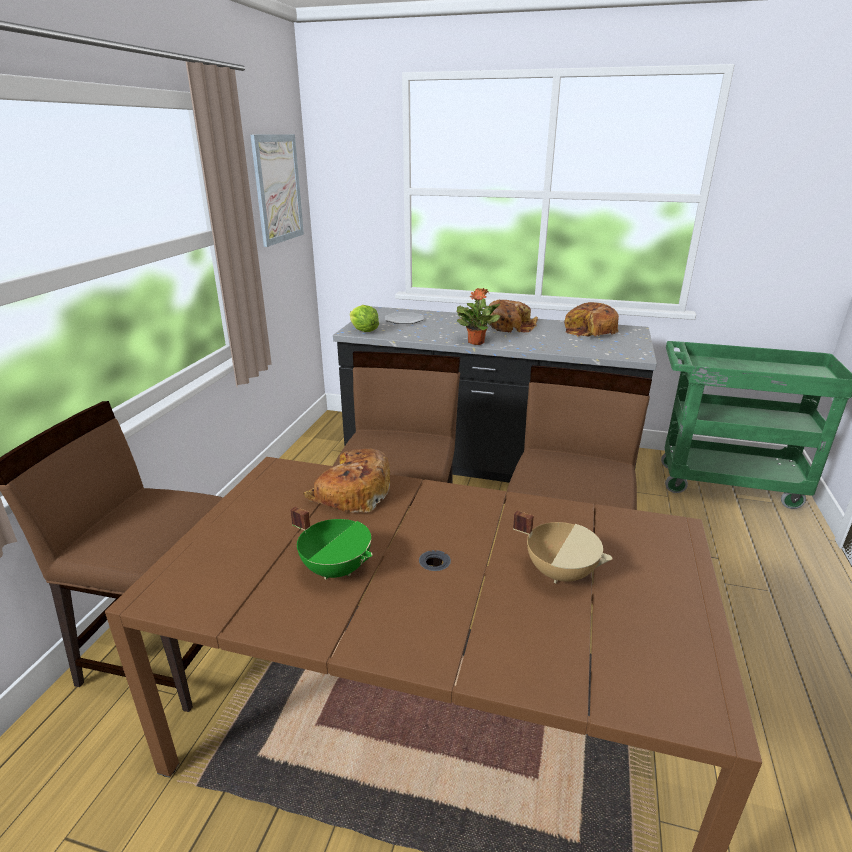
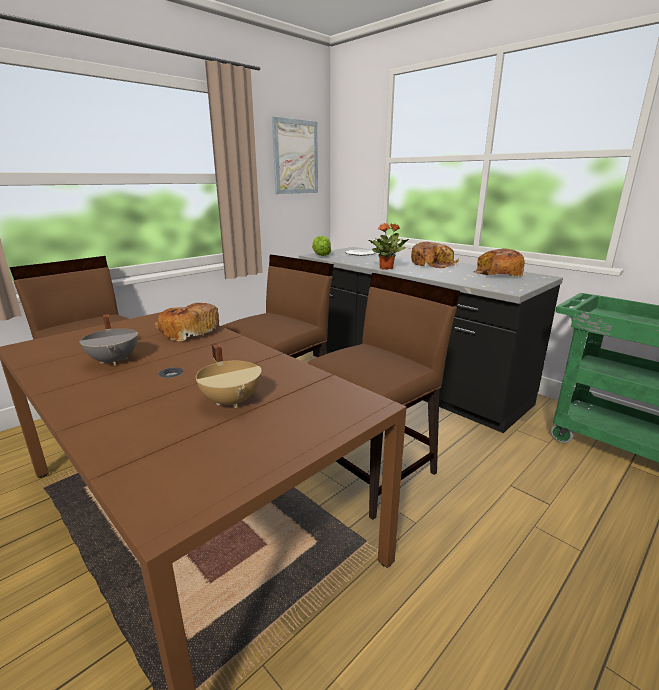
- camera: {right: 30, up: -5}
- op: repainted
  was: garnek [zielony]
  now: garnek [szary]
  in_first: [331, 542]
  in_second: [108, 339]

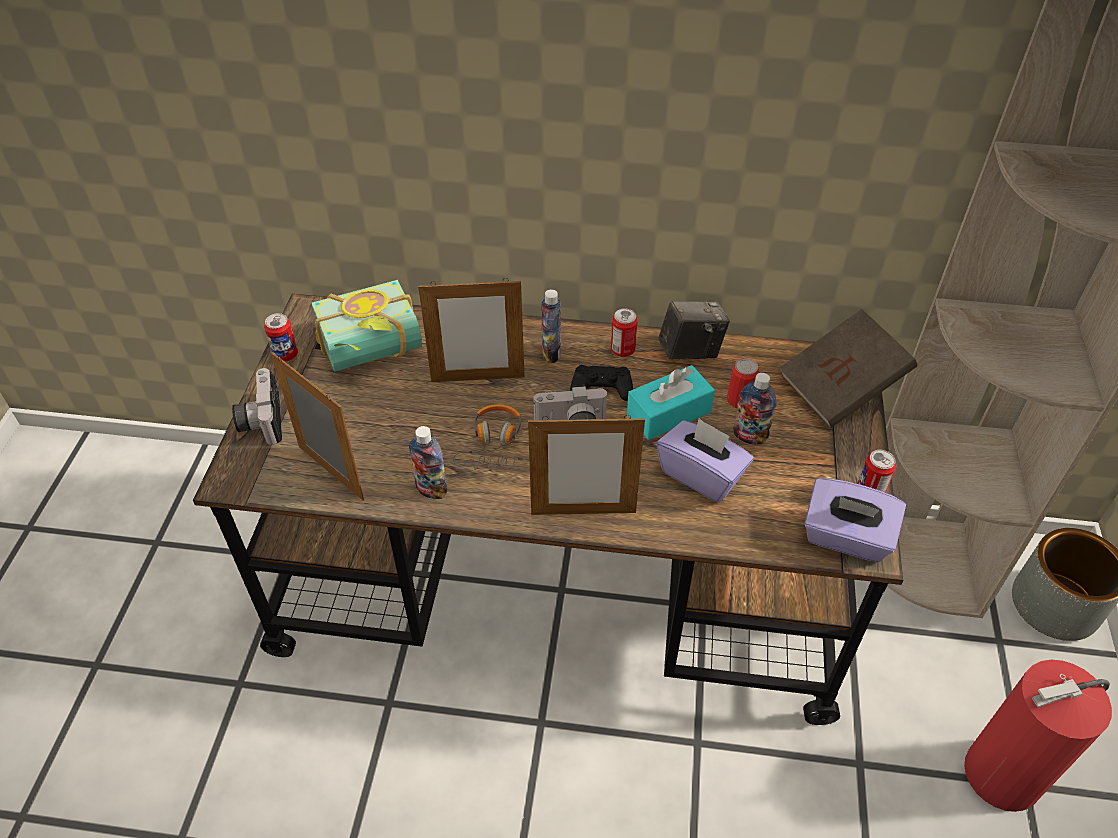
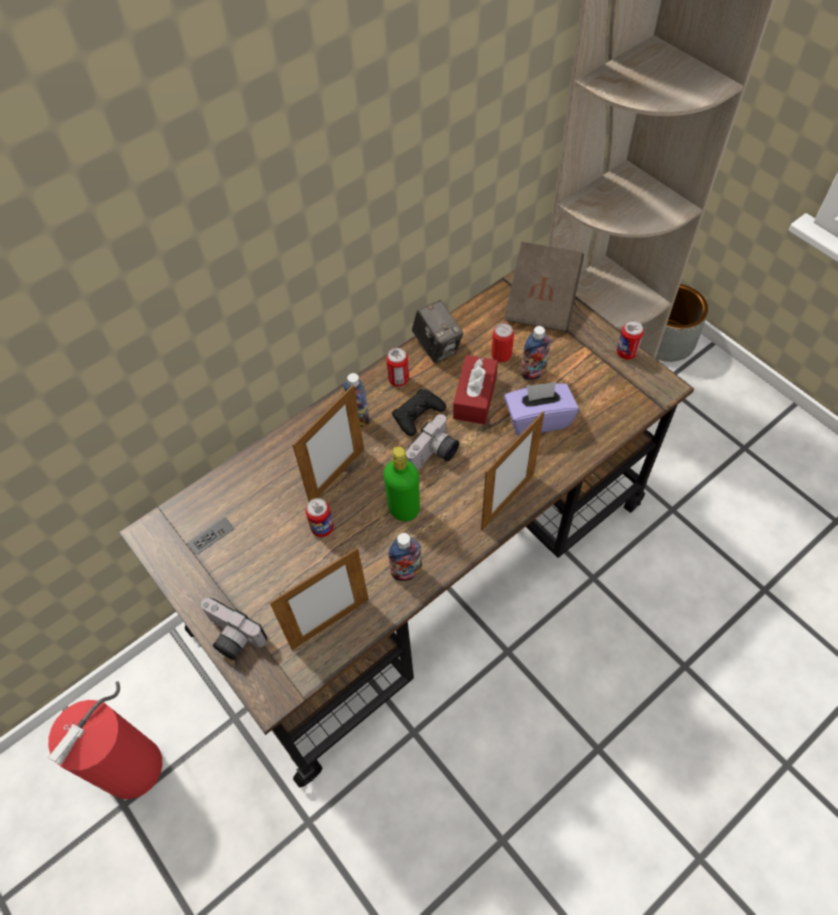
- camera: {right: -45, up: 10}
- op: gone
  was: książka
  in_first: [367, 326]
- op: gone
  was: pudełko chusteczek [fioletowy]
  in_first: [855, 520]
- op: shifted
  was: puszka
  in_first: [281, 337]
  in_second: [319, 517]
- op: shifted
  was: gaśnica
  in_first: [1038, 735]
  in_second: [105, 740]
- op: swapped
  was: słuchawki
  now: butelka [zielony]
  in_first: [489, 437]
  in_second: [401, 483]
- op: repainted
  was: pudełko chusteczek [turkusowy]
  now: pudełko chusteczek [czerwony]
  in_first: [671, 402]
  in_second: [475, 389]
- op: rotated
  was: ramka na zdjęcie
  in_first: [317, 426]
  in_second: [319, 598]
  clockwise: 150
- op: rotated
  was: aparat fotograficzny
  in_first: [694, 330]
  in_second: [437, 331]
  clockwise: 120

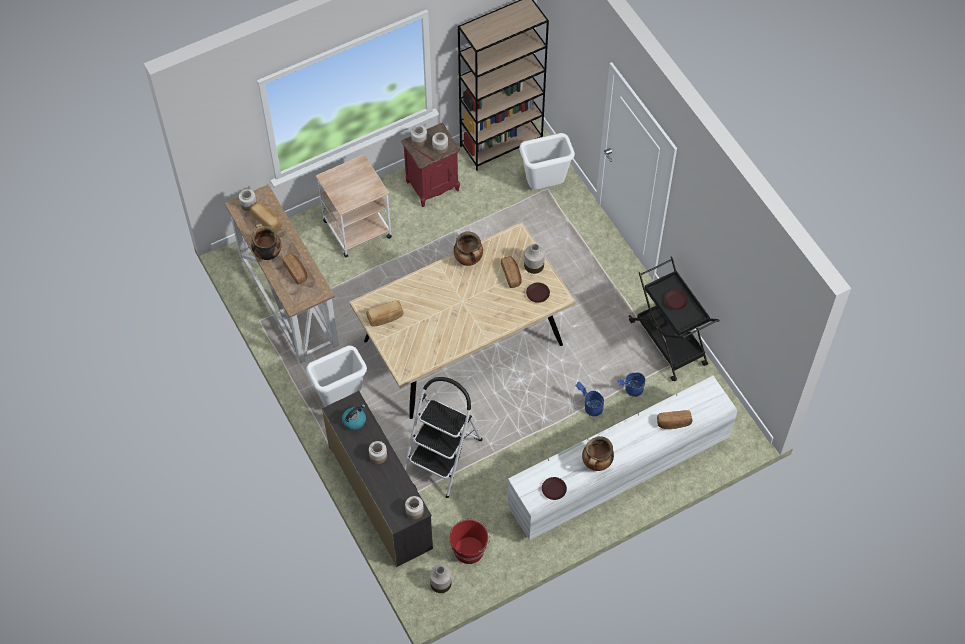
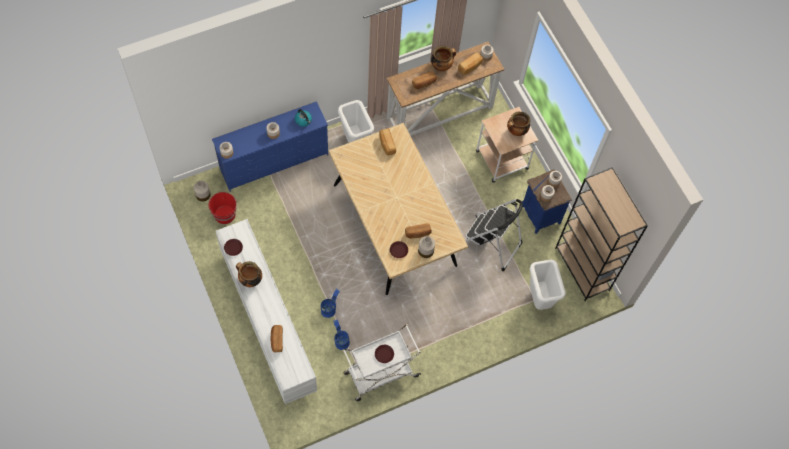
- camera: {right: 90, up: 5}
- op: shifted
  was: drabinka
  in_first: [443, 437]
  in_second: [494, 235]
- op: shifted
  was: garnek
  in_first: [468, 249]
  in_second: [518, 123]
- op: repainted
  was: komoda [czarny]
  now: komoda [niebieski]
  in_first: [377, 479]
  in_second: [270, 146]
- op: repainted
  was: szafka nocna [czerwony]
  now: szafka nocna [niebieski]
  in_first: [430, 165]
  in_second: [547, 201]
- op: repainted
  was: wózek [czarny]
  now: wózek [biały]
  in_first: [674, 318]
  in_second: [382, 362]

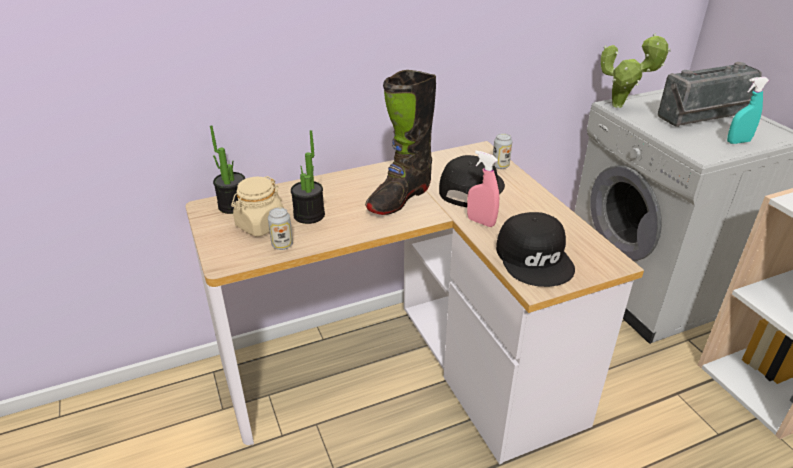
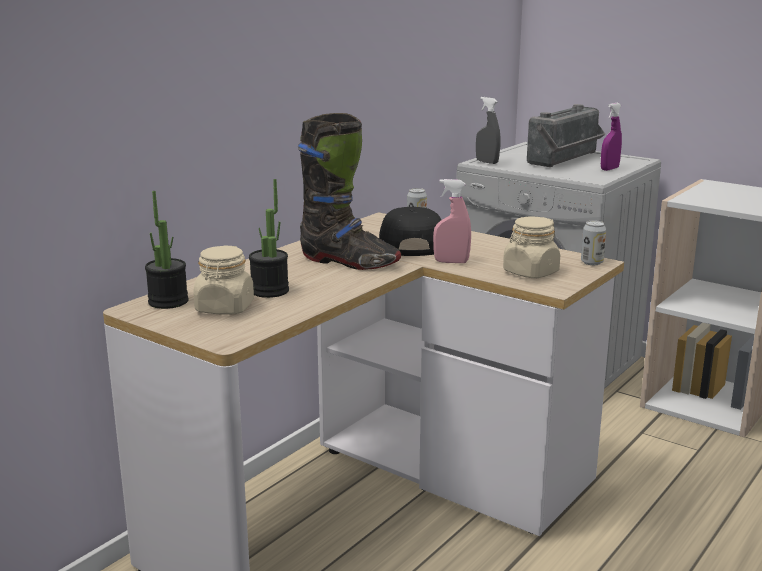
- camera: {right: -30, up: -15}
- op: shifted
  was: puszka
  in_first: [280, 228]
  in_second: [594, 242]
- op: swapped
  was: czapka z daszkiem [czarny]
  now: słoik [beżowy]
  in_first: [535, 249]
  in_second: [531, 247]
- op: swapped
  was: roślina doniczkowa
  now: spryskiwacz [szary]
  in_first: [636, 70]
  in_second: [488, 130]
- op: repainted
  was: spryskiwacz [turkusowy]
  now: spryskiwacz [fioletowy]
  in_first: [748, 110]
  in_second: [611, 137]
- op: rotated
  was: but z cholewką [czarny]
  in_first: [400, 142]
  in_second: [349, 191]
  clockwise: -75

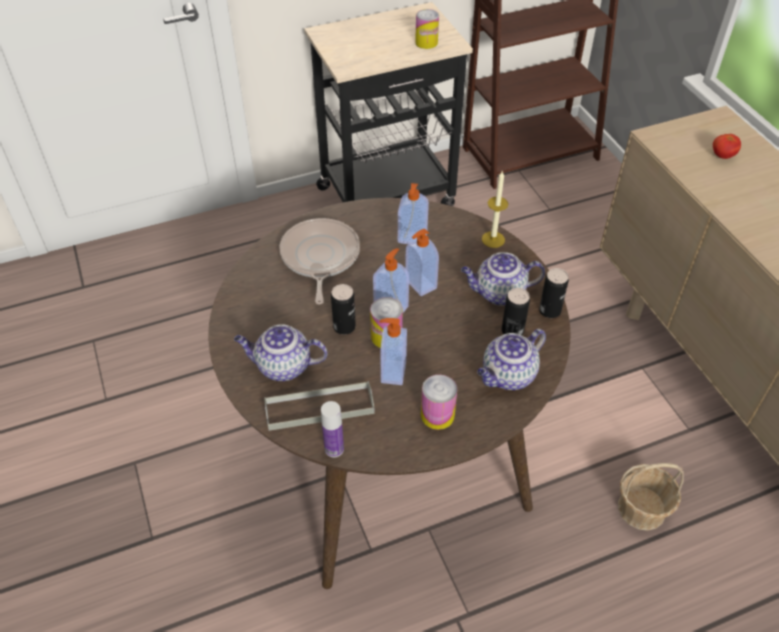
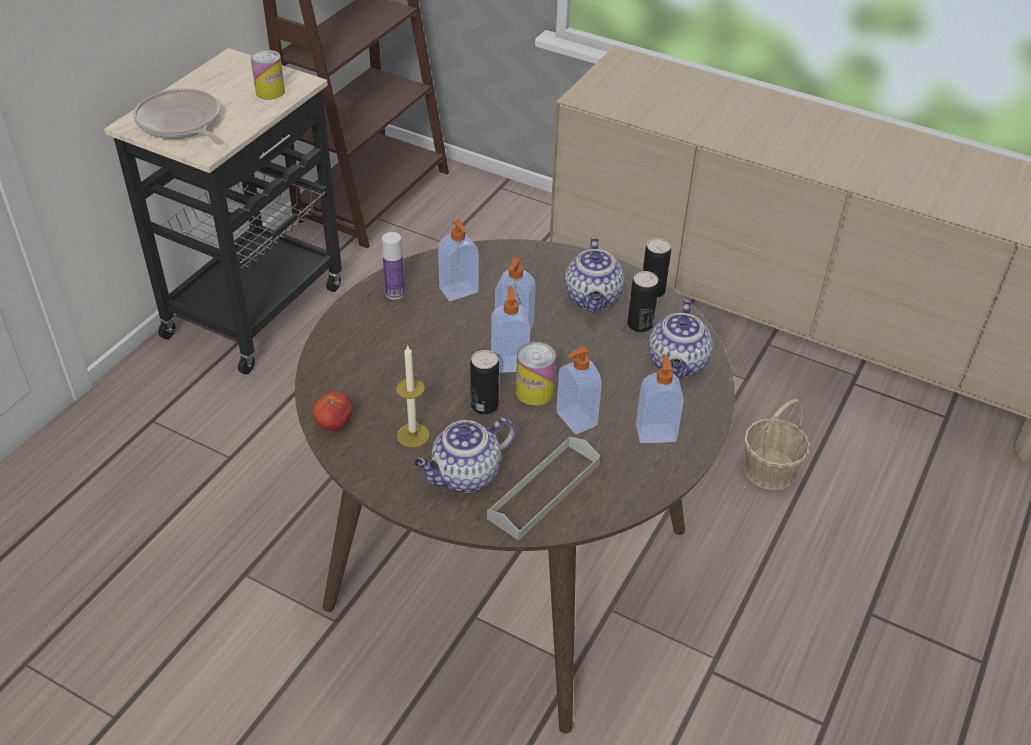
- camera: {right: -40, up: -5}
- op: shifted
  was: patelnia
  in_first: [319, 261]
  in_second: [179, 117]
- op: shifted
  was: butelka
  in_first: [332, 429]
  in_second: [393, 266]
- op: shifted
  was: świeca
  in_first: [495, 209]
  in_second: [413, 397]
- op: shifted
  was: pomidor
  in_first: [727, 146]
  in_second: [332, 411]
- op: swapped
  was: puszka
  now: dozownik mydła
  in_first: [439, 402]
  in_second: [660, 398]
- op: rotated
  was: imbryk
  in_first: [503, 279]
  in_second: [595, 275]
  clockwise: -45

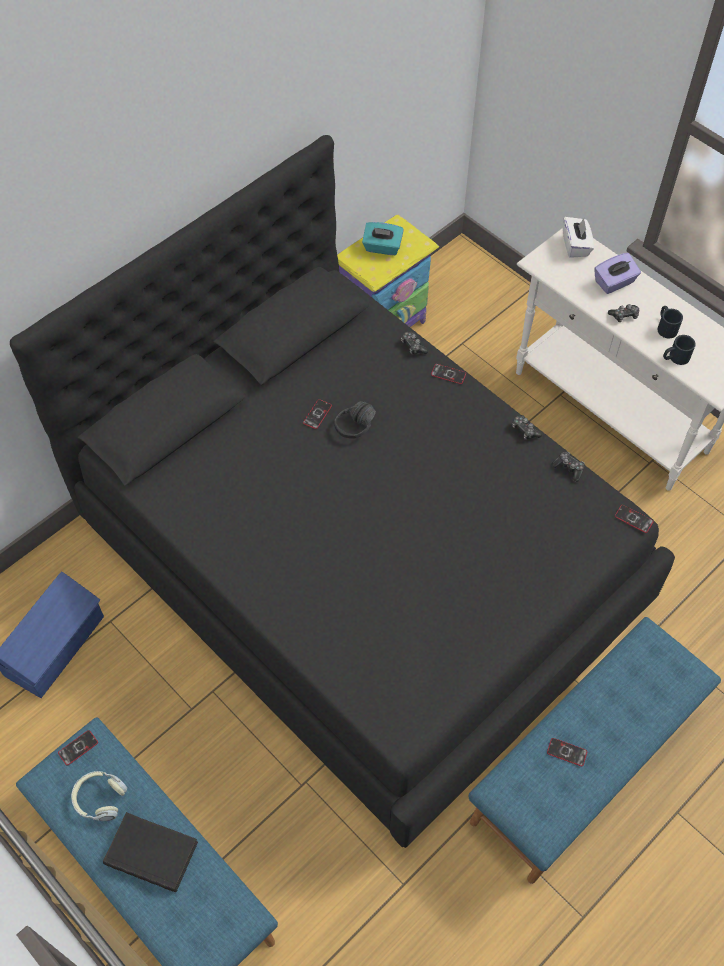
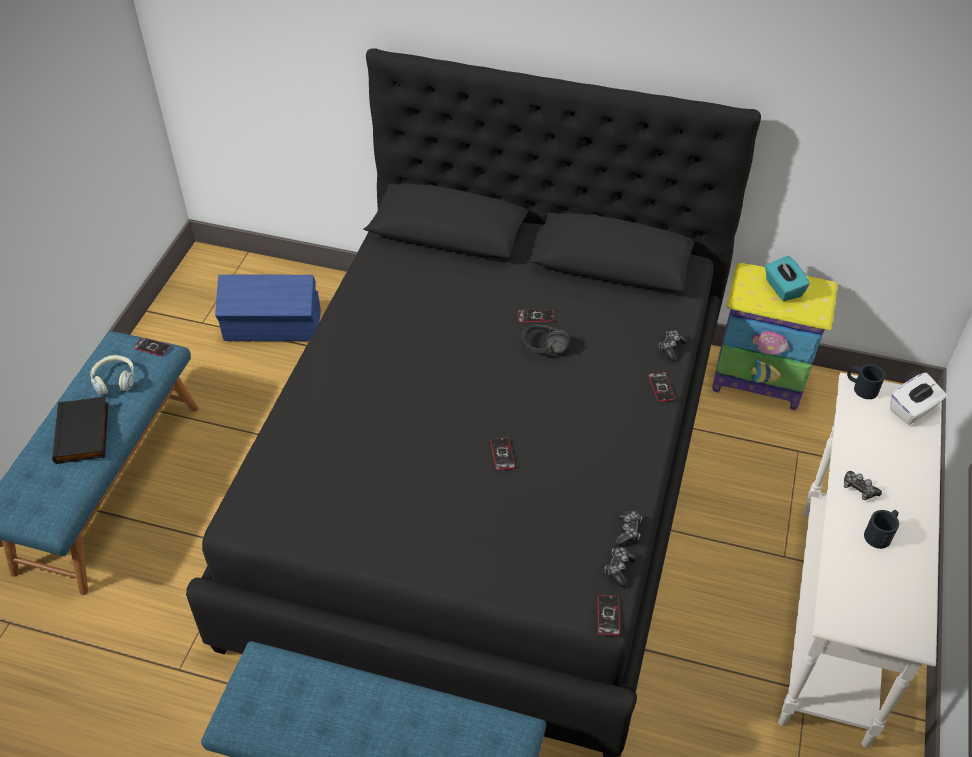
- camera: {right: 60, up: -10}
- op: gone
  was: pudełko chusteczek [fioletowy]
  in_first: [617, 273]
- op: shifted
  was: pad do gier
  in_first: [527, 427]
  in_second: [621, 567]
- op: shifted
  was: telefon
  in_first: [567, 752]
  in_second: [502, 453]
- op: shifted
  was: kubek [czarny]
  in_first: [679, 350]
  in_second: [866, 381]

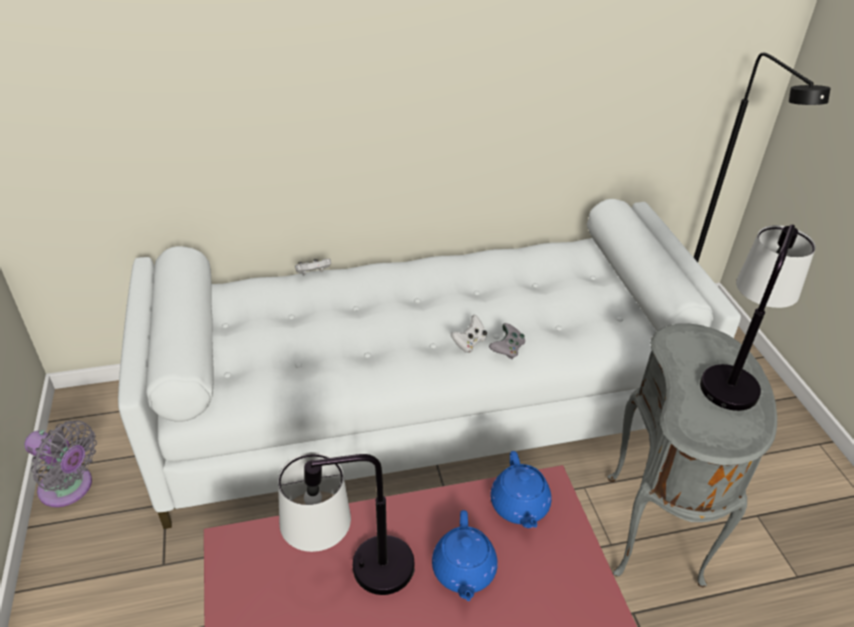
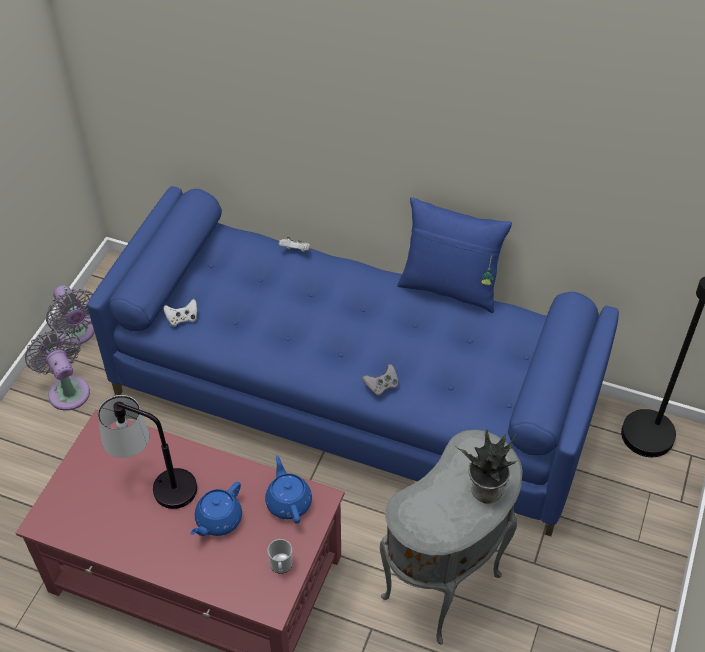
- camera: {right: 35, up: 10}
- op: new
  now: wentylator [szary]
  in_second: [57, 369]
- op: new
  now: kubek
  in_second: [279, 556]
- op: new
  now: poduszka [niebieski]
  in_second: [454, 255]
- op: shifted
  was: pad do gier [biały]
  in_first: [469, 333]
  in_second: [180, 312]
- op: swapped
  was: lampa stołowa
  now: roślina doniczkowa
  in_first: [758, 318]
  in_second: [486, 466]
- op: repainted
  was: kanapa [biały]
  now: kanapa [niebieski]
  in_first: [429, 364]
  in_second: [353, 361]
- op: rotated
  was: imbryk [niebieski]
  in_first: [520, 489]
  in_second: [288, 490]
  clockwise: 135

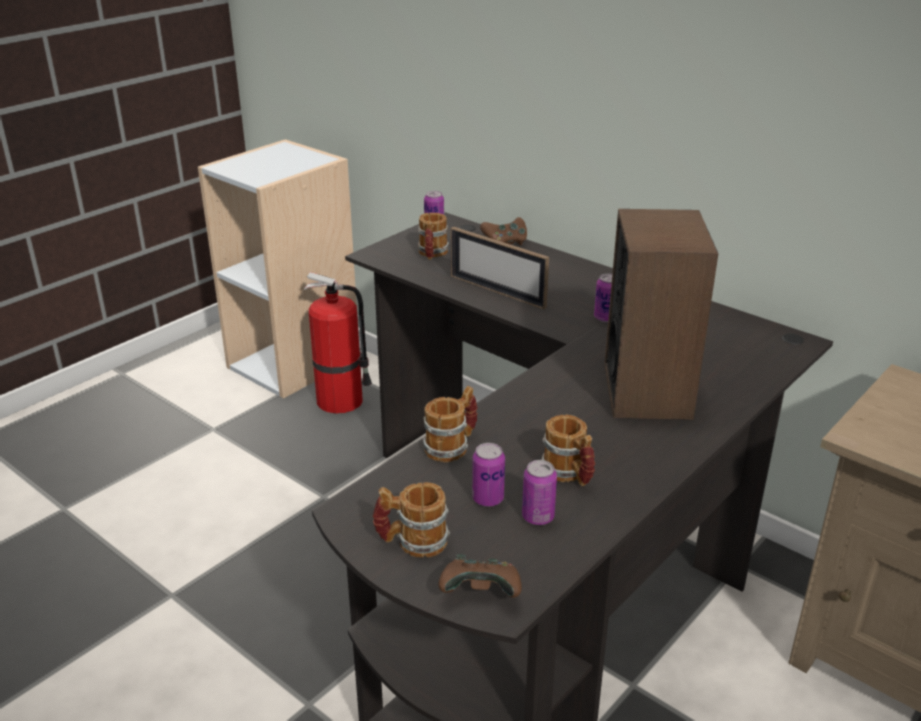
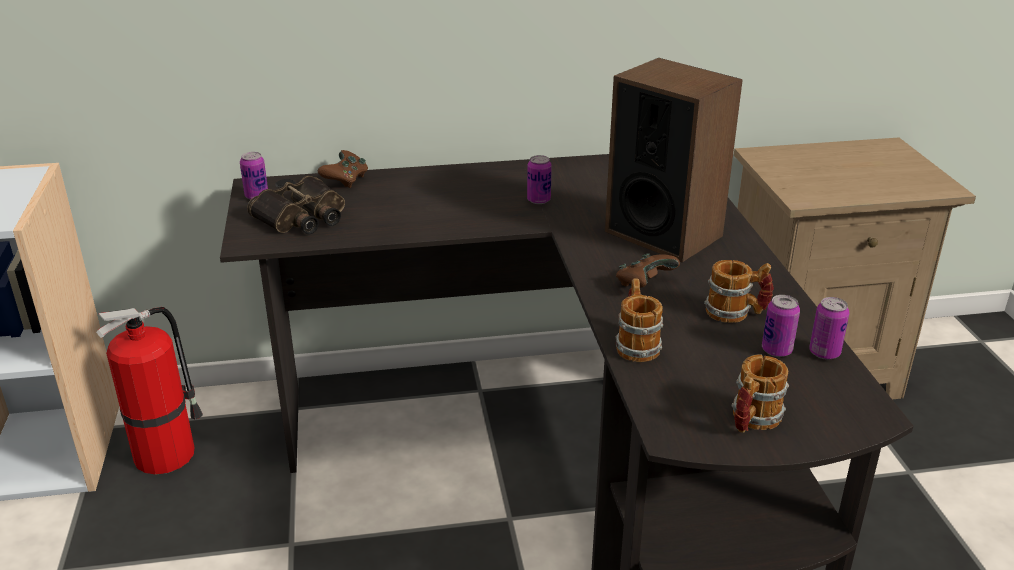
- camera: {right: -50, up: 0}
- op: gone
  was: ramka na zdjęcie
  in_first: [500, 267]
- op: shifted
  was: pad do gier [brązowy]
  in_first: [480, 576]
  in_second: [648, 270]
- op: shifted
  was: puszka
  in_first: [488, 475]
  in_second: [829, 328]
- op: swapped
  was: kubek
  now: lornetka
  in_first: [433, 236]
  in_second: [296, 205]

